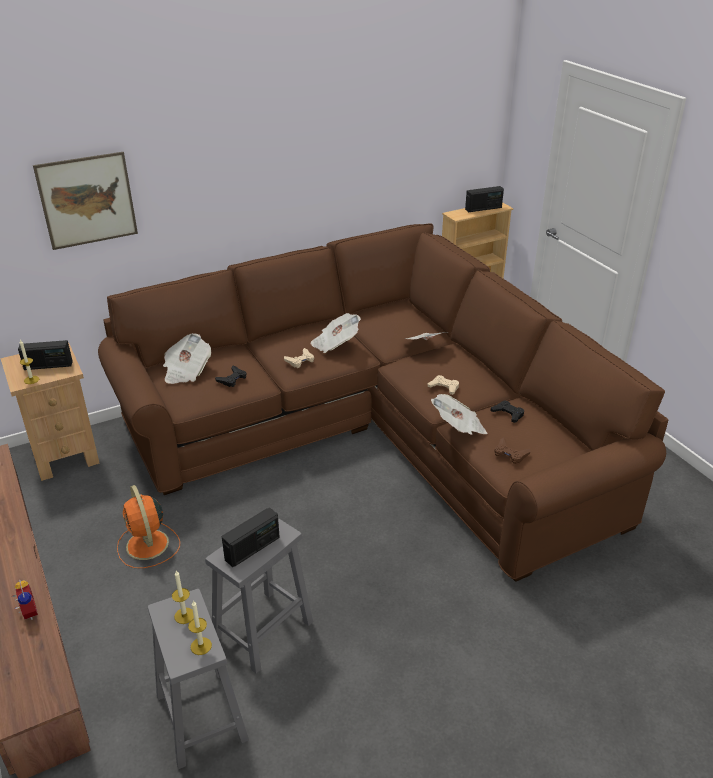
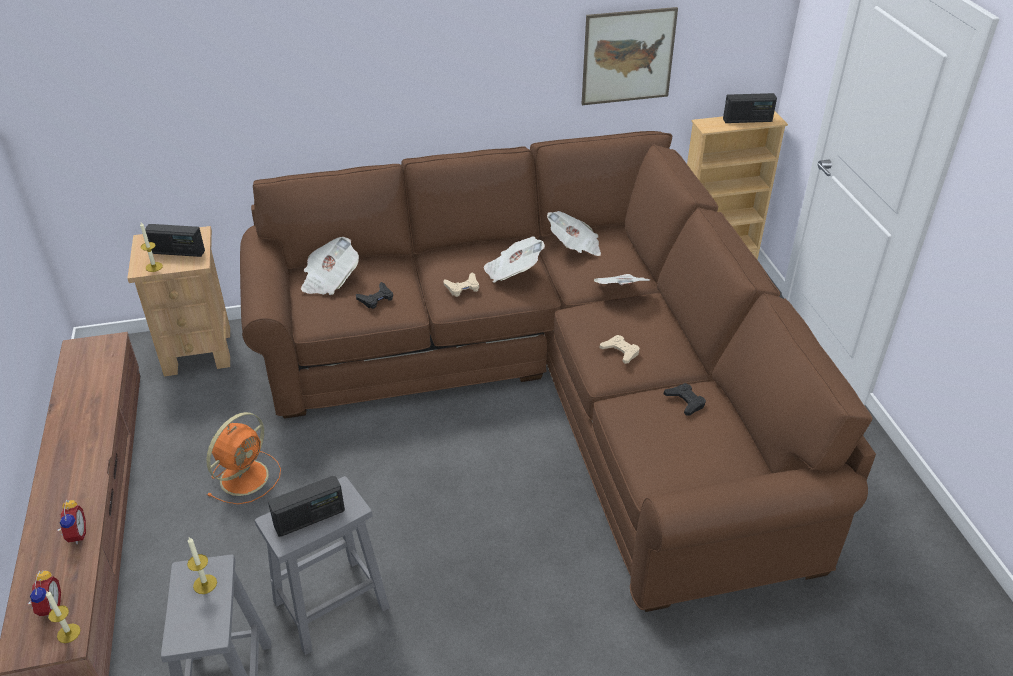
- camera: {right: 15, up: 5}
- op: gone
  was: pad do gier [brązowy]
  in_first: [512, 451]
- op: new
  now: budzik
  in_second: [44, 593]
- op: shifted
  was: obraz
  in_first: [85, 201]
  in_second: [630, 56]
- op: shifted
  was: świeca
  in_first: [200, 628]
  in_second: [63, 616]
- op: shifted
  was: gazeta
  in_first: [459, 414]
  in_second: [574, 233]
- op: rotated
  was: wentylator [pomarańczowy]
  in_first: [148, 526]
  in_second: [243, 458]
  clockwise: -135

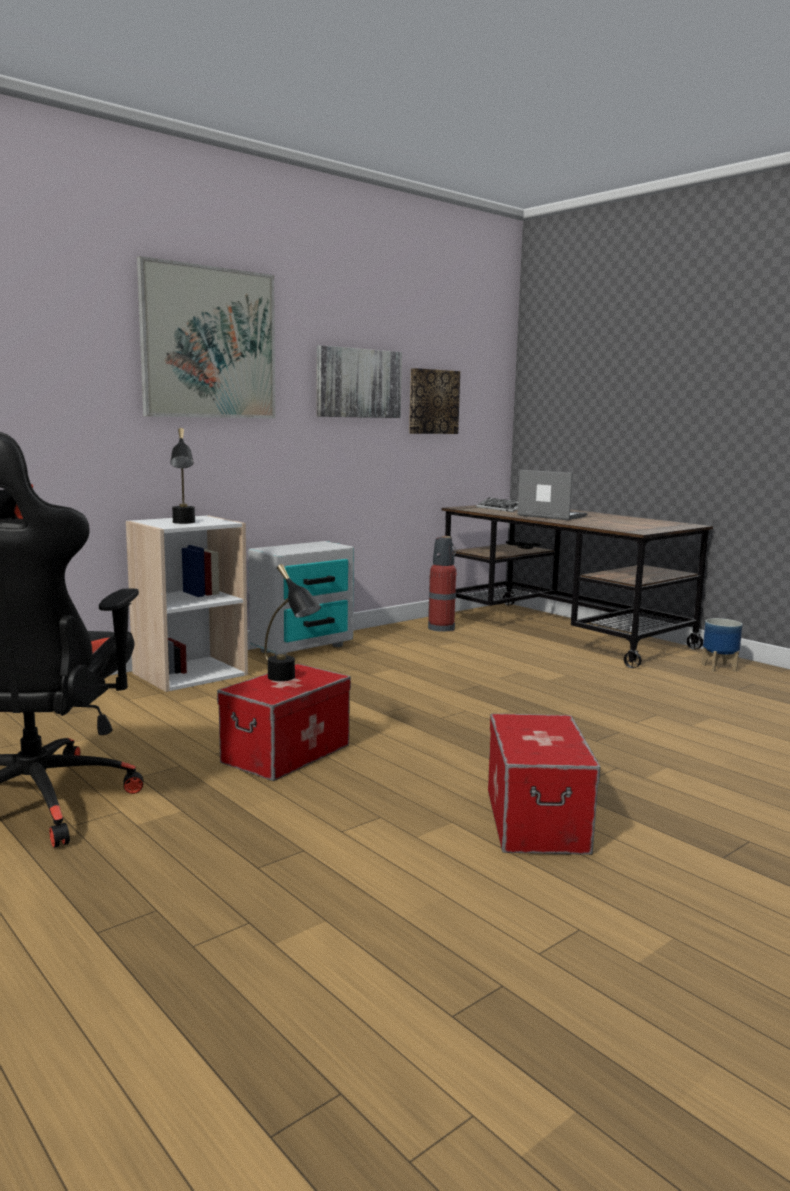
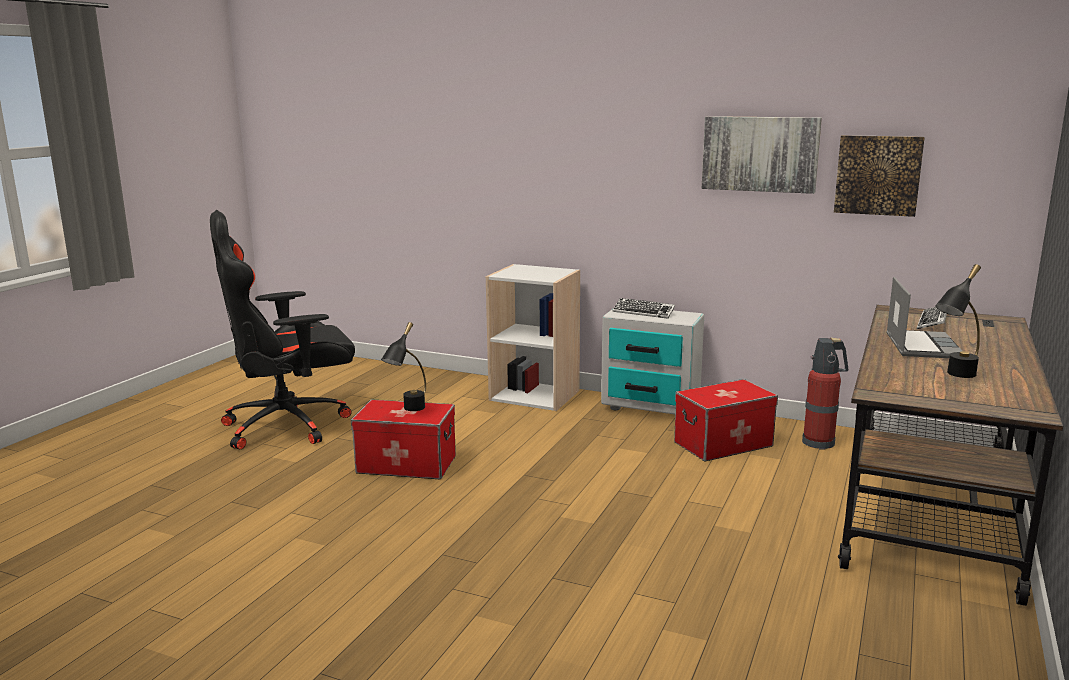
- camera: {right: 65, up: 5}
- op: gone
  was: obraz
  in_first: [206, 337]
- op: gone
  was: donica
  in_first: [722, 645]
- op: new
  now: klawiatura
  in_second: [643, 308]
- op: shifted
  was: lampa stołowa [czarny]
  in_first: [182, 476]
  in_second: [958, 321]
- op: shifted
  was: pojemnik do przechowywania
  in_first: [544, 784]
  in_second: [726, 420]

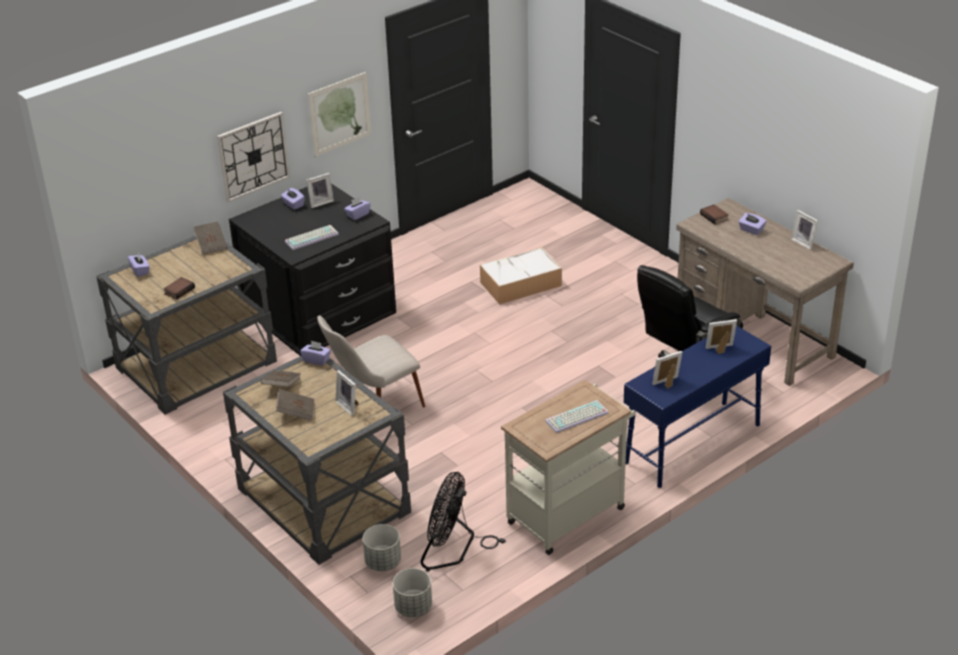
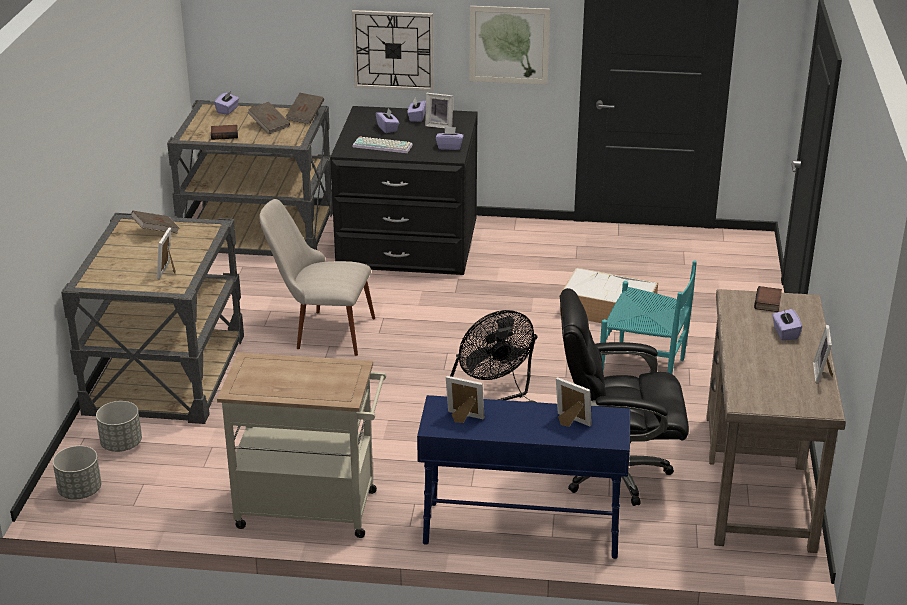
- camera: {right: 45, up: -5}
- op: gone
  was: klawiatura
  in_first: [576, 416]
- op: new
  now: krzesło [turkusowy]
  in_second: [648, 317]
- op: shifted
  was: książka [brązowy]
  in_first: [295, 405]
  in_second: [269, 118]
- op: shifted
  was: pudełko chusteczek [fioletowy]
  in_first: [315, 353]
  in_second: [387, 120]
- op: shifted
  was: wentylator [czarny]
  in_first: [463, 522]
  in_second: [493, 356]

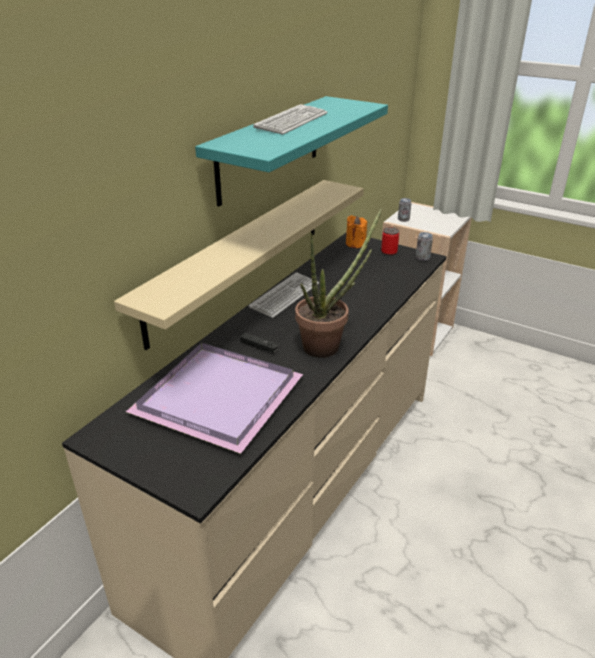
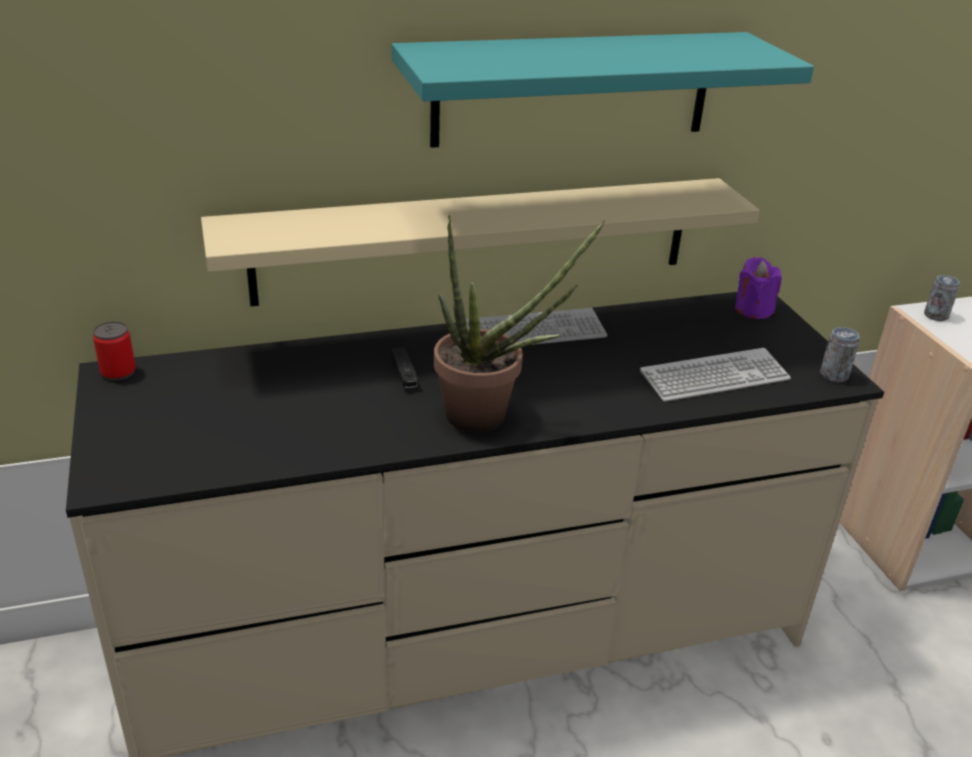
- camera: {right: 40, up: 0}
- op: gone
  was: taca [fioletowy]
  in_first: [214, 398]
- op: shifted
  was: klawiatura
  in_first: [290, 119]
  in_second: [715, 375]
- op: shifted
  was: puszka
  in_first: [390, 241]
  in_second: [114, 351]
- op: repainted
  was: świeca [pomarańczowy]
  now: świeca [fioletowy]
  in_first: [356, 231]
  in_second: [758, 288]

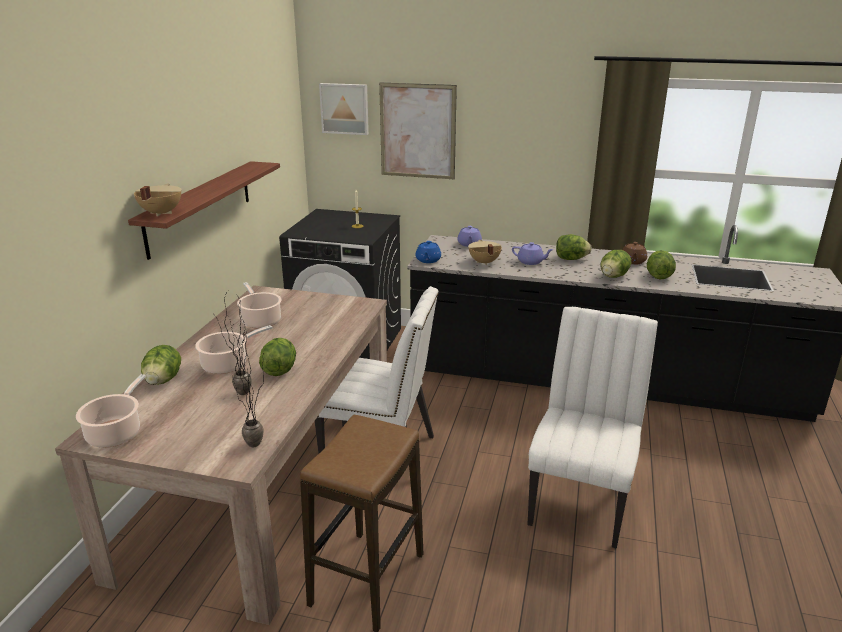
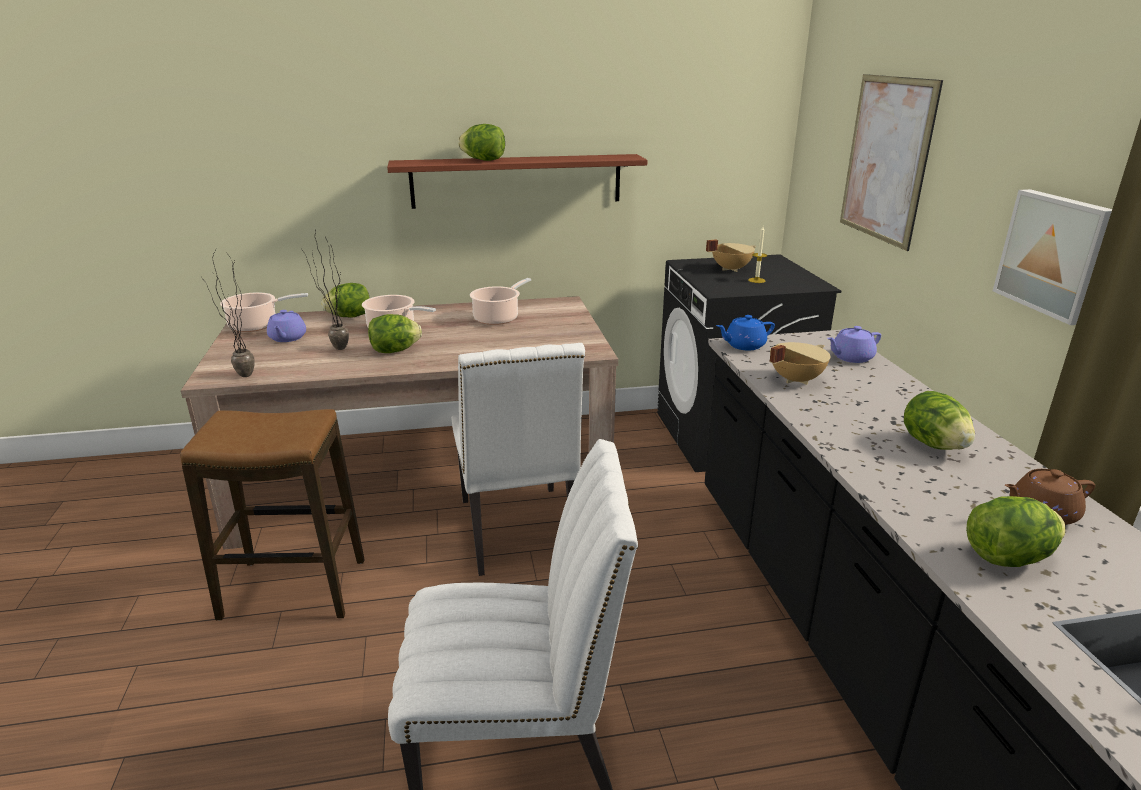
- camera: {right: 65, up: 0}
- op: shifted
  was: garnek [beżowy]
  in_first: [157, 200]
  in_second: [731, 255]
- op: shifted
  was: obraz
  in_first: [344, 109]
  in_second: [1052, 257]
- op: shifted
  was: imbryk [fioletowy]
  in_first: [533, 253]
  in_second: [286, 326]
- op: shifted
  was: sałata
  in_first: [615, 264]
  in_second: [481, 142]

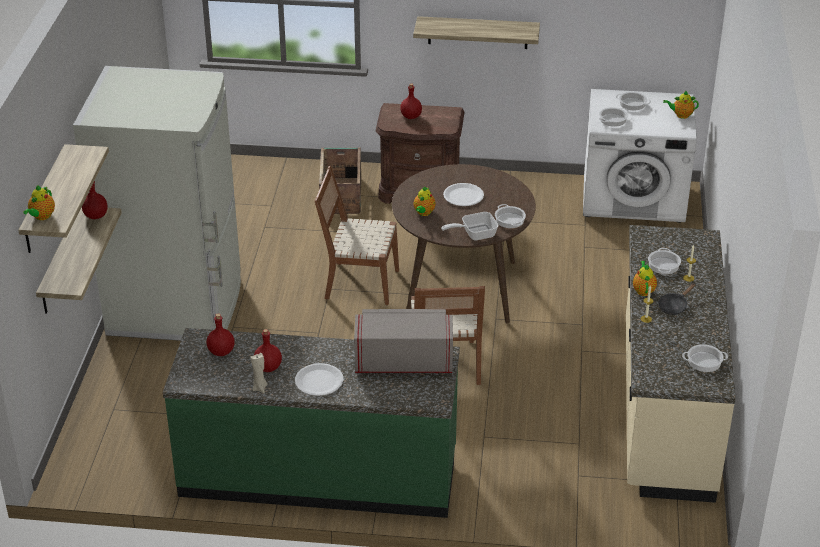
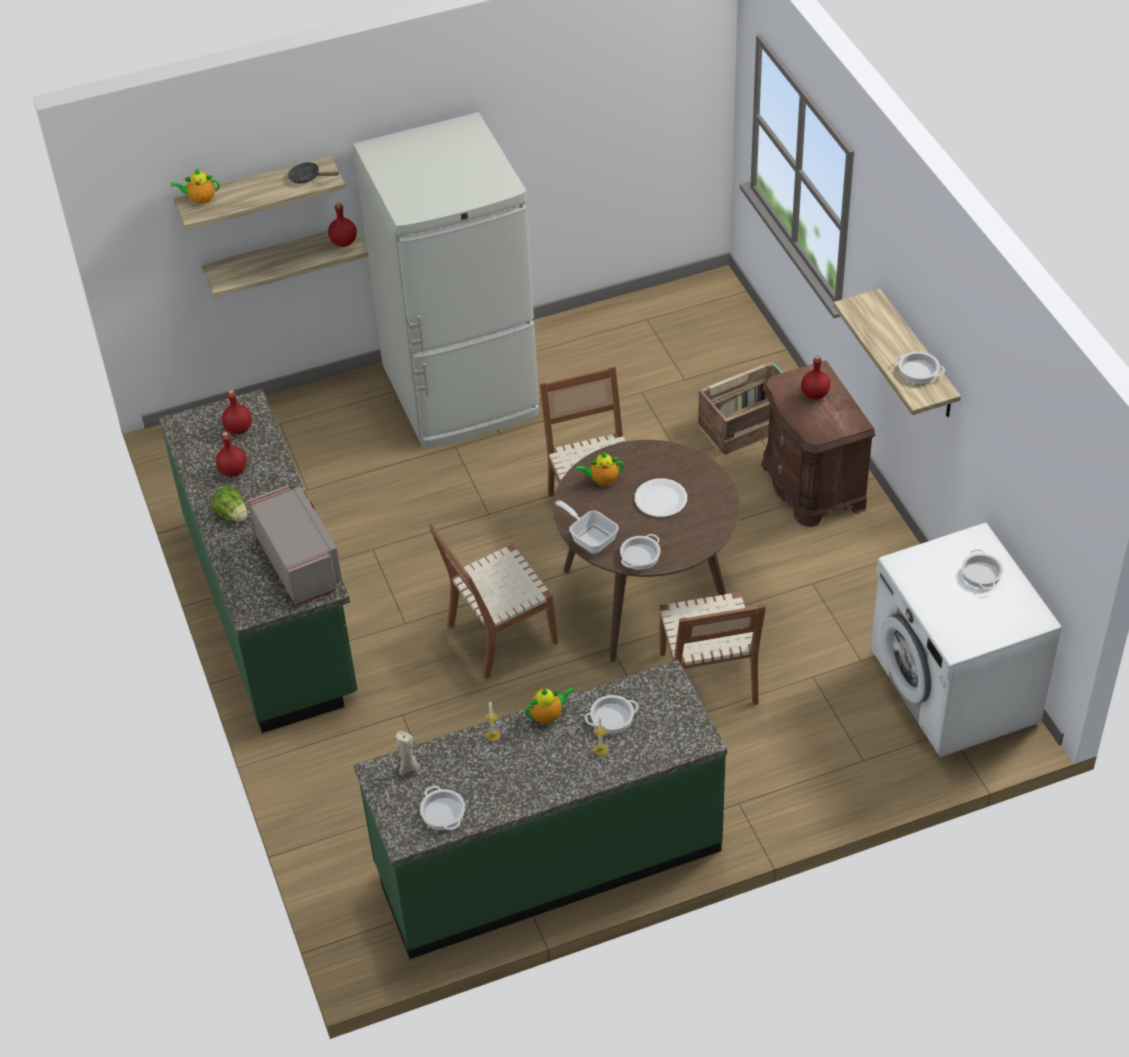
- camera: {right: 65, up: 10}
- op: gone
  was: imbryk
  in_first: [681, 104]
- op: new
  now: krzesło
  in_second: [712, 648]
- op: shifted
  was: świeca [beżowy]
  in_first: [258, 373]
  in_second: [408, 753]
- op: shifted
  was: garnek
  in_first: [613, 117]
  in_second: [919, 368]
- op: shifted
  was: patelnia [czarny]
  in_first: [676, 299]
  in_second: [314, 172]
- op: swapped
  was: talerz [biały]
  now: sałata
  in_first: [319, 379]
  in_second: [229, 504]
- op: repainted
  was: zabudowa kuchenna [beżowy]
  now: zabudowa kuchenna [zielony]
  in_first: [681, 364]
  in_second: [540, 809]

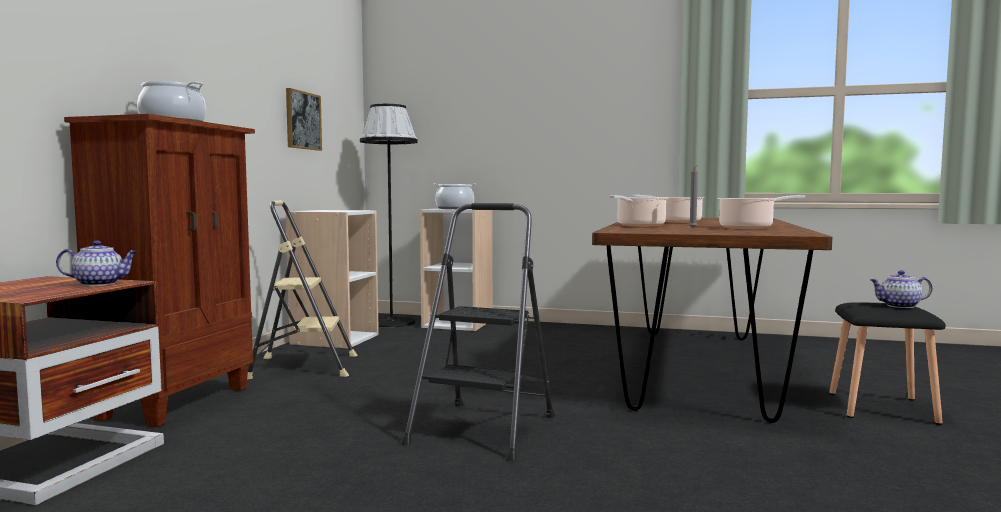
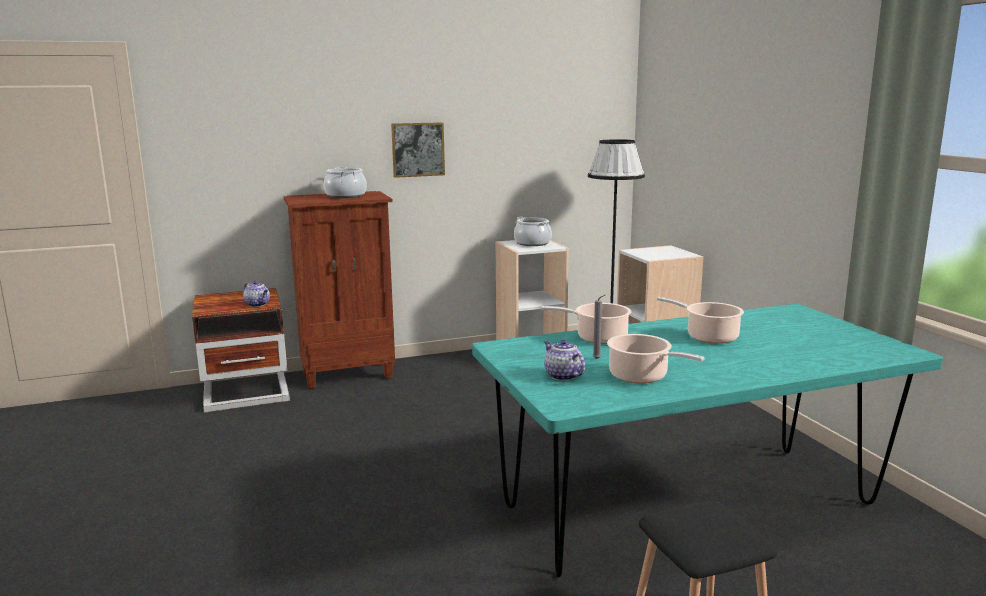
- camera: {right: 55, up: 10}
- op: gone
  was: drabinka [beżowy]
  in_first: [302, 290]
- op: gone
  was: drabinka [czarny]
  in_first: [478, 332]
- op: shifted
  was: obraz
  in_first: [304, 119]
  in_second: [418, 150]
- op: shifted
  was: garnek
  in_first: [455, 196]
  in_second: [533, 231]
- op: shifted
  was: imbryk
  in_first: [901, 289]
  in_second: [564, 360]
- op: repainted
  was: stół jadalny [brązowy]
  now: stół jadalny [turkusowy]
  in_first: [712, 320]
  in_second: [707, 441]

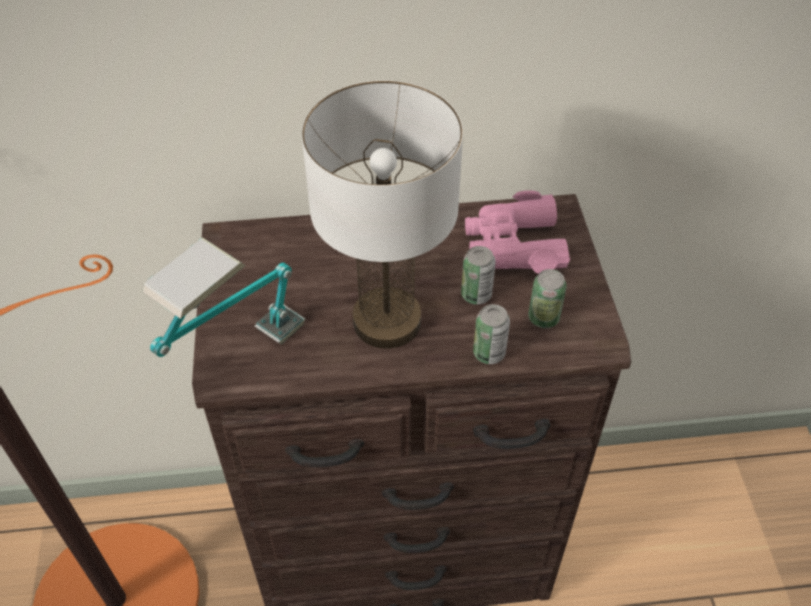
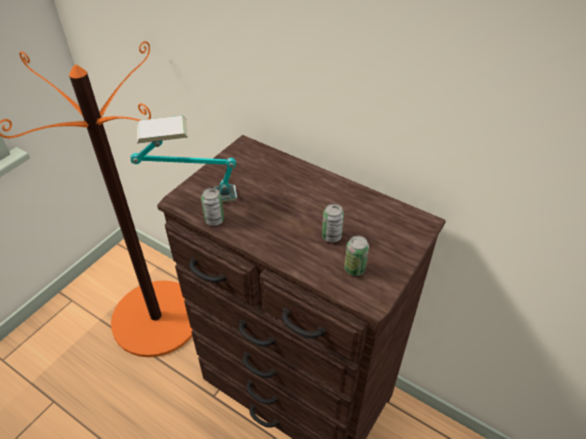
- camera: {right: 40, up: -5}
- op: gone
  was: lampa stołowa
  in_first: [382, 214]
- op: gone
  was: lornetka [różowy]
  in_first: [517, 232]
- op: shifted
  was: puszka
  in_first: [491, 334]
  in_second: [212, 207]

